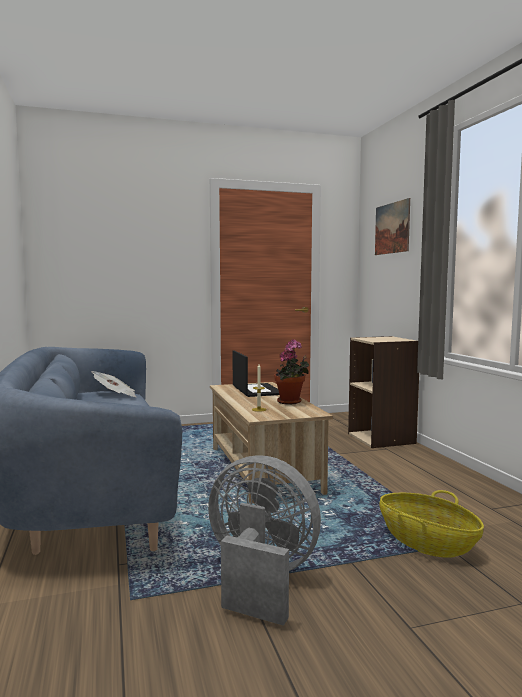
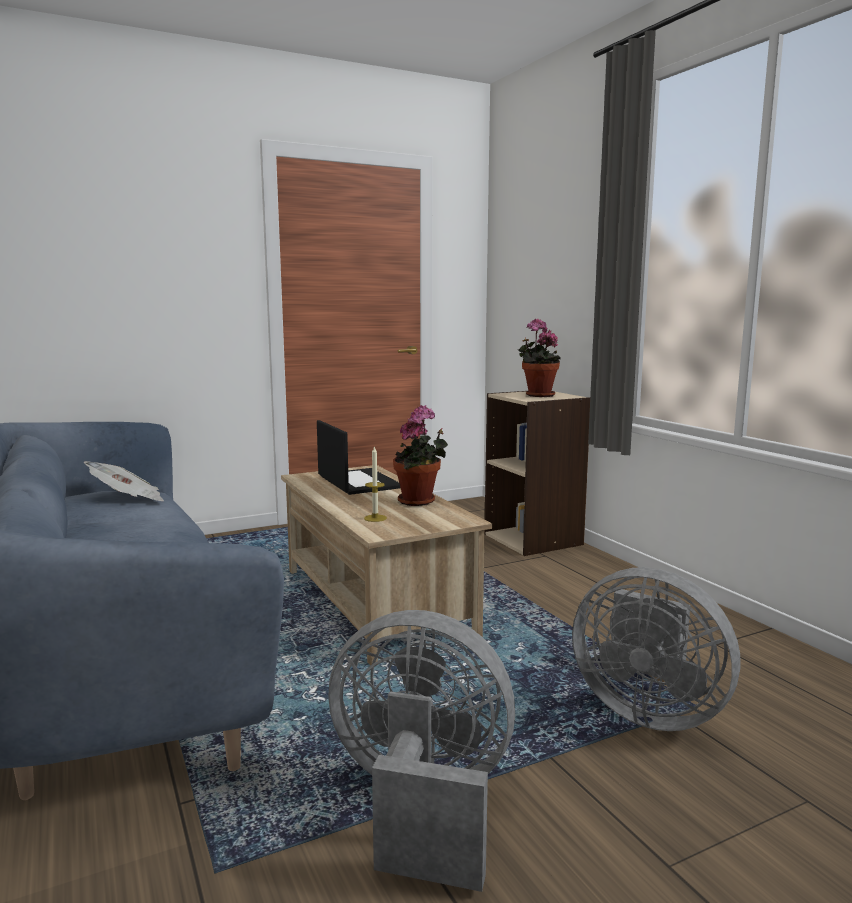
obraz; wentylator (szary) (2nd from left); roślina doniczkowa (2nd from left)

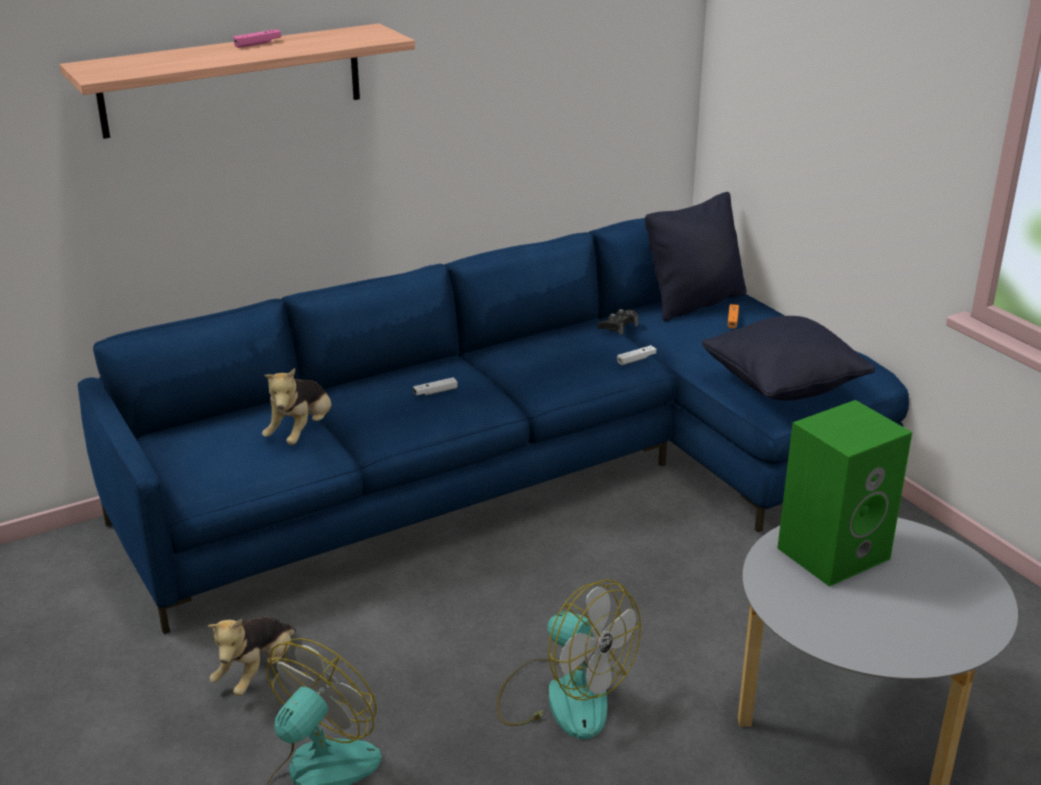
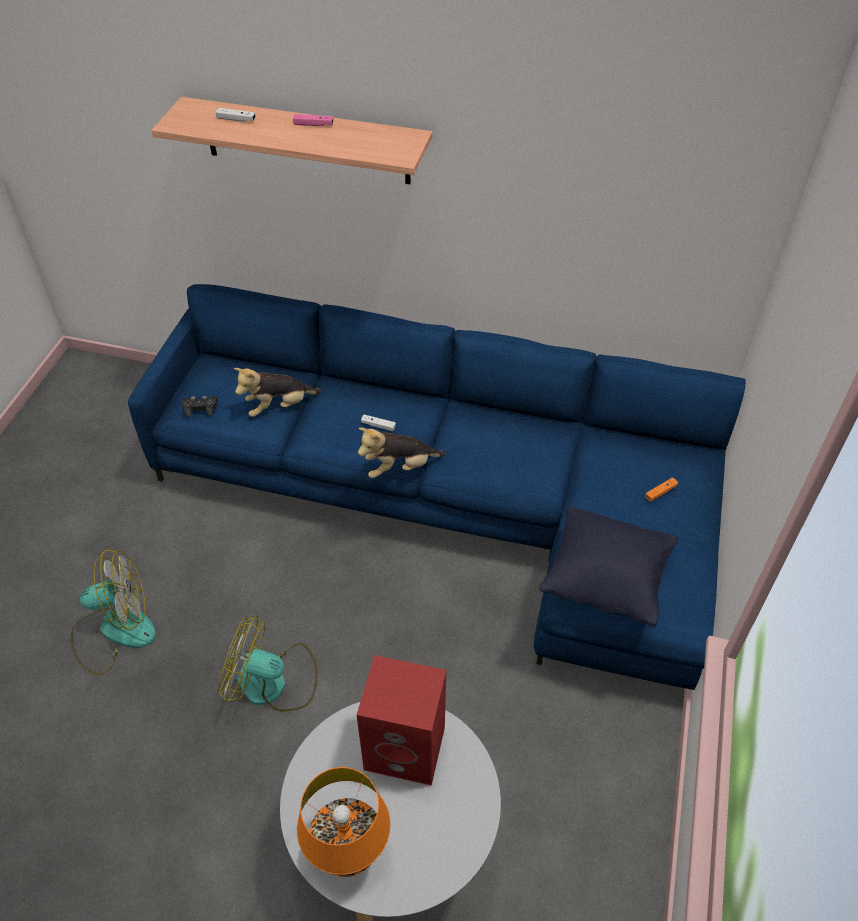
poduszka (czarny) (1st from left in the first image); pad do gier (czarny); pad do gier (biały) (1st from left); głośnik (czerwony); wentylator (2nd from left); pluszak (2nd from left); lampa stołowa (pomarańczowy)

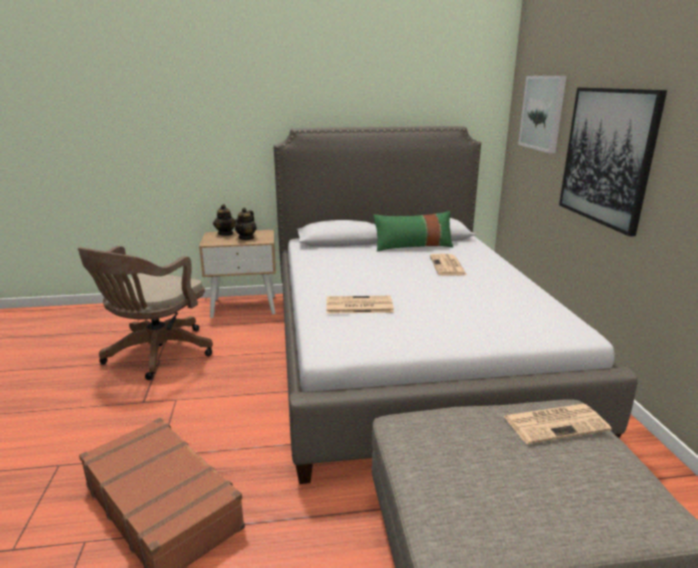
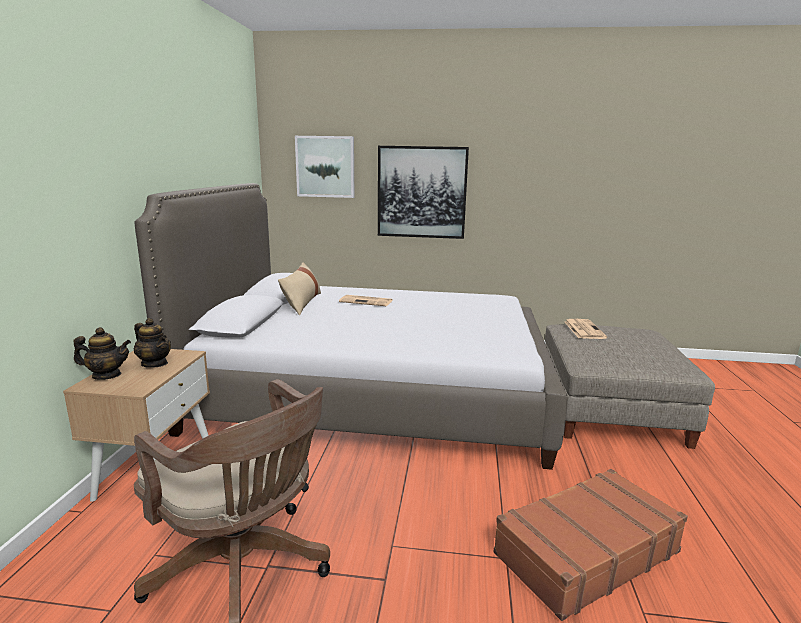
poduszka (beżowy); gazeta (1st from left in the first image)

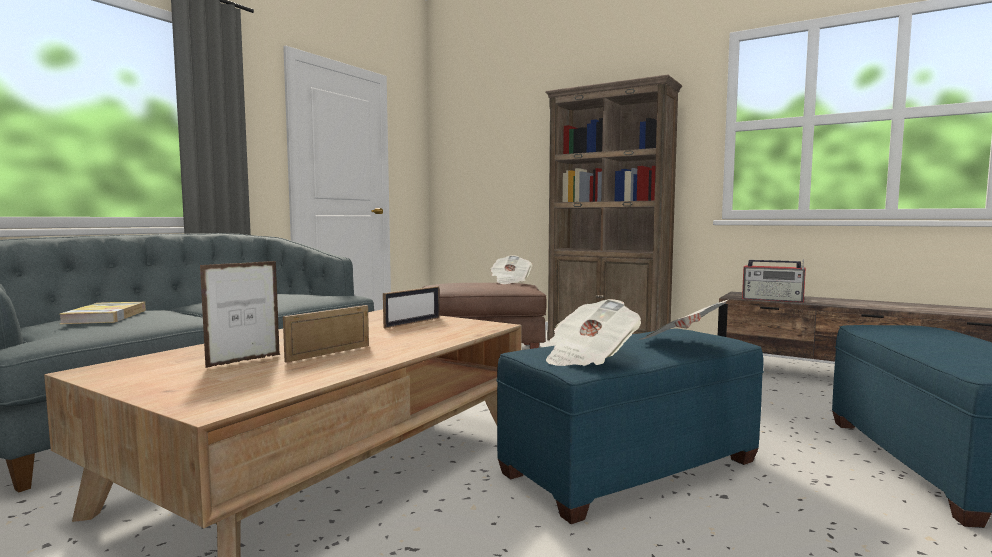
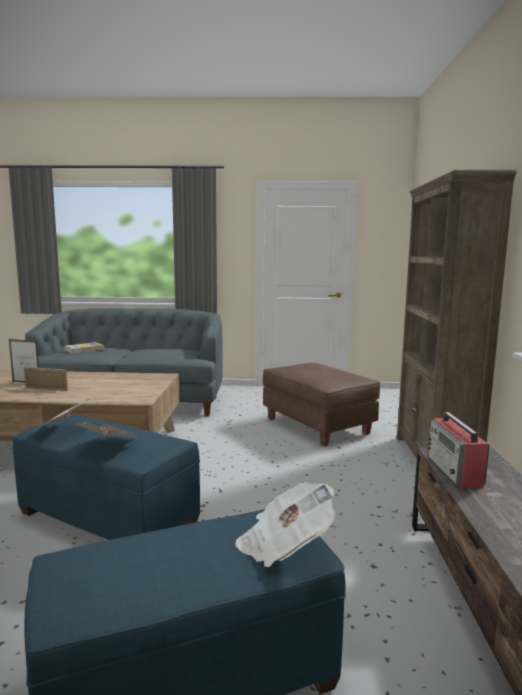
gazeta (3rd from left); ramka na zdjęcie (3rd from left in the first image)

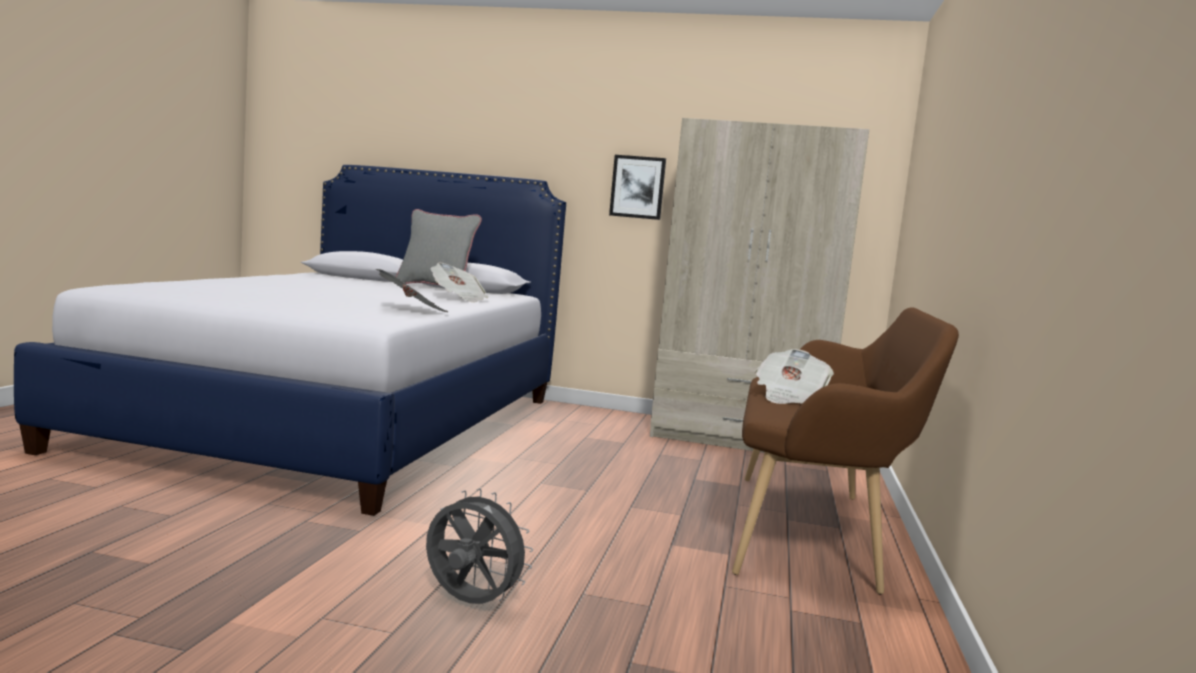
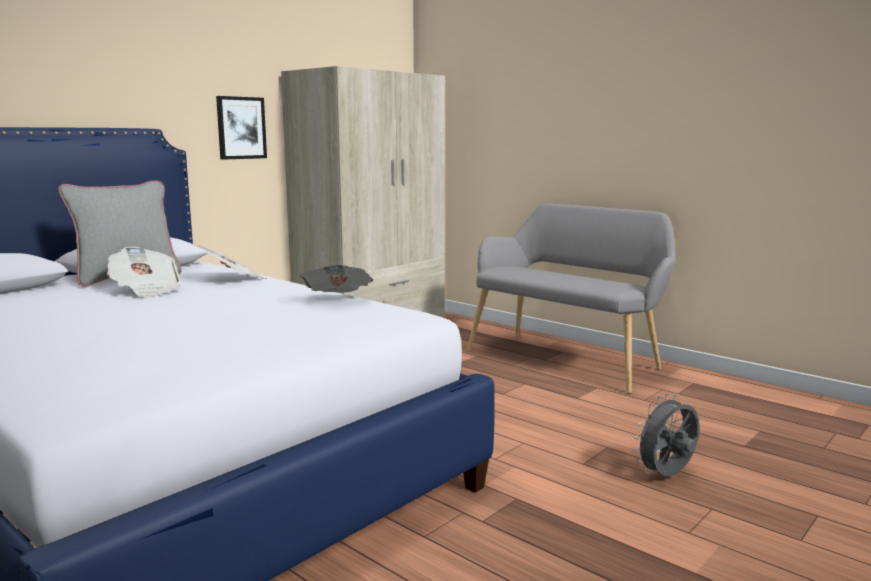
ławka (szary); gazeta (1st from left)

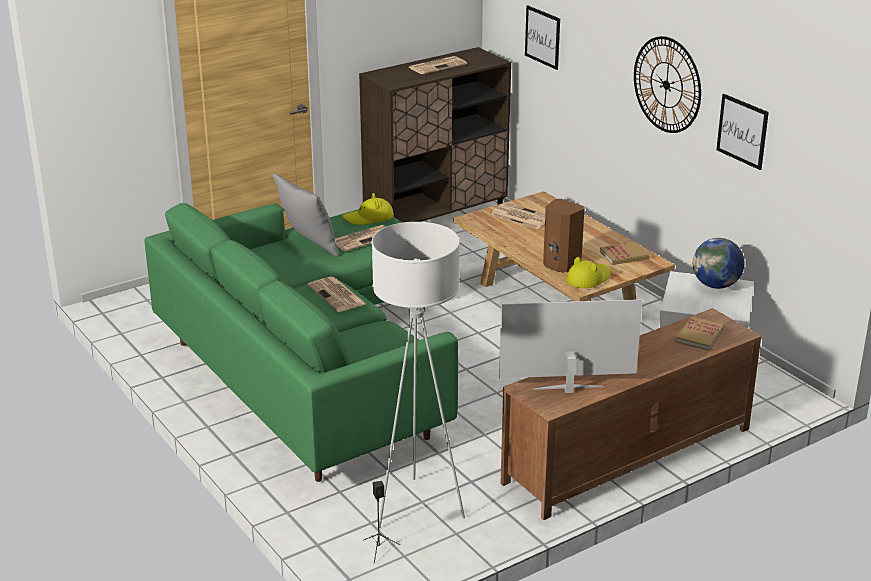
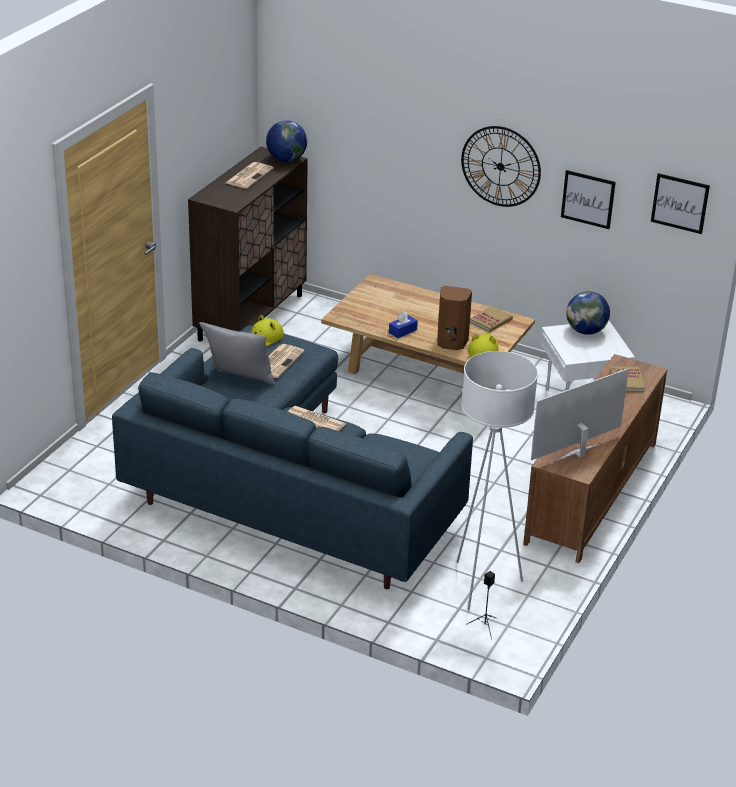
obraz (2nd from left); gazeta (4th from left in the first image); kanapa (niebieski); globus (1st from left); pudełko chusteczek (niebieski)

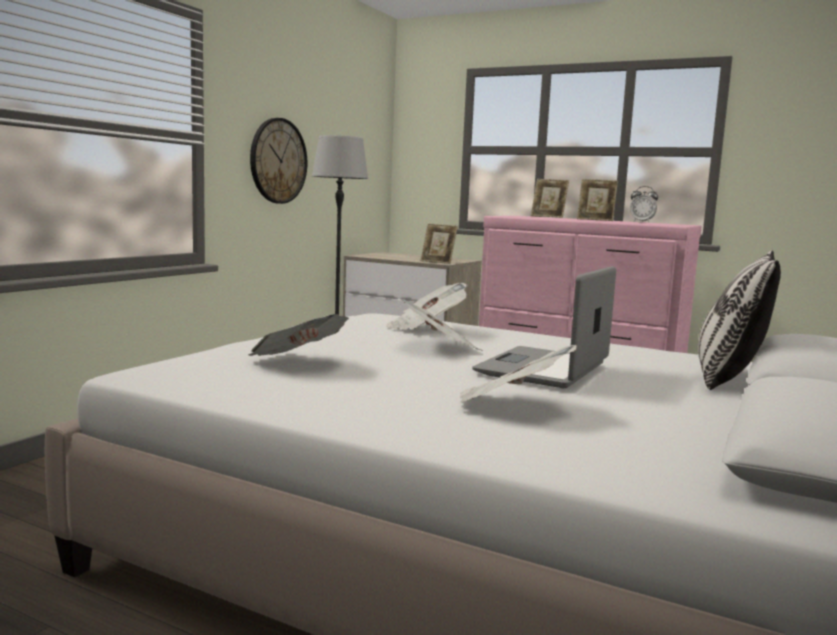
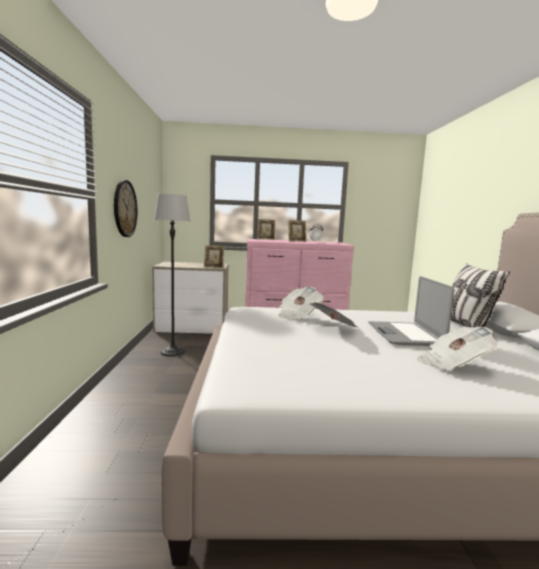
gazeta (1st from left in the first image)

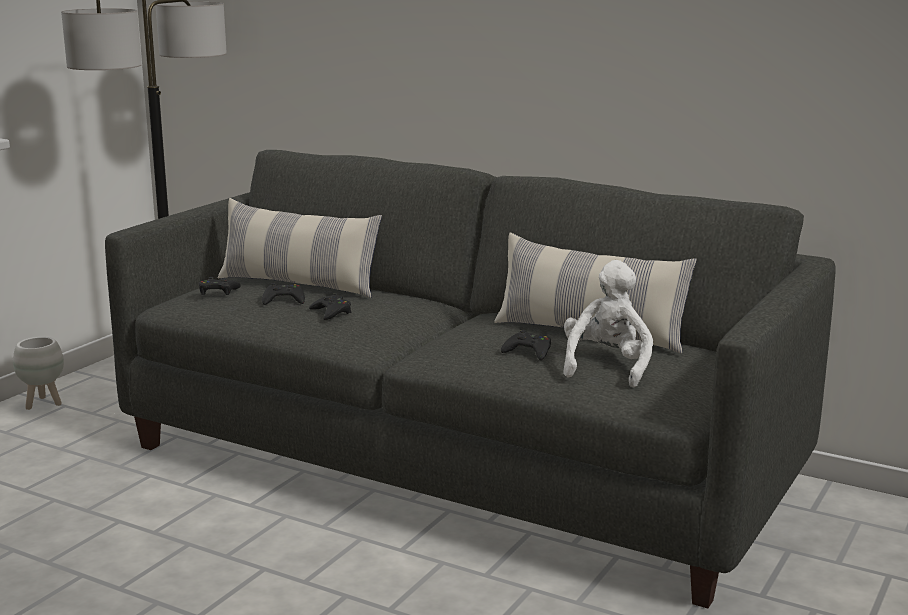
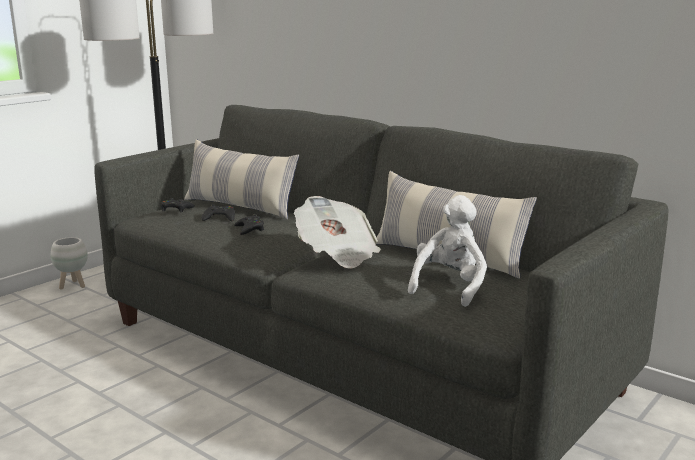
pad do gier (czarny) (4th from left in the first image); gazeta

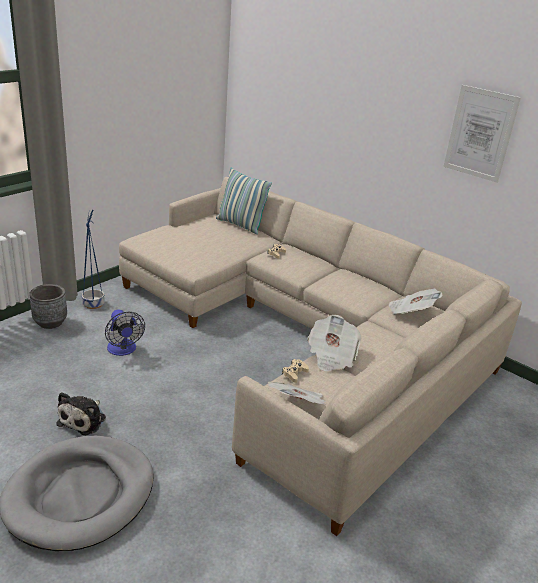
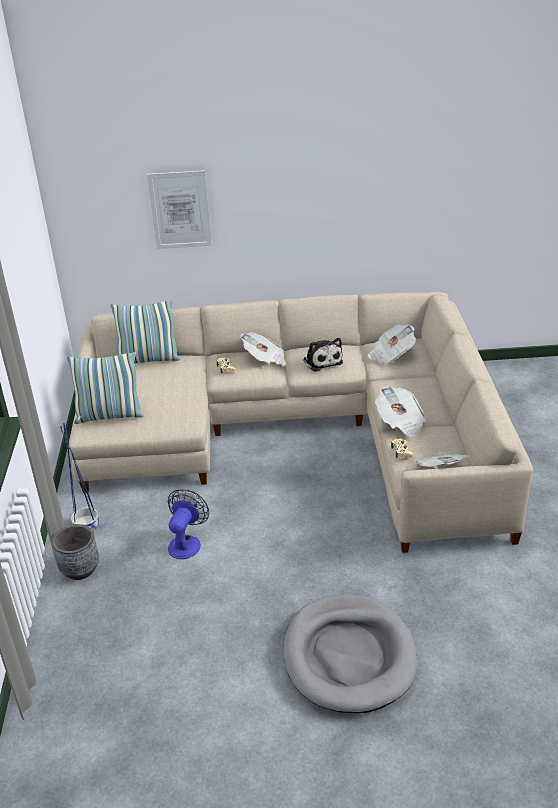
obraz; wentylator; pluszak; gazeta (1st from left); poduszka (1st from left)

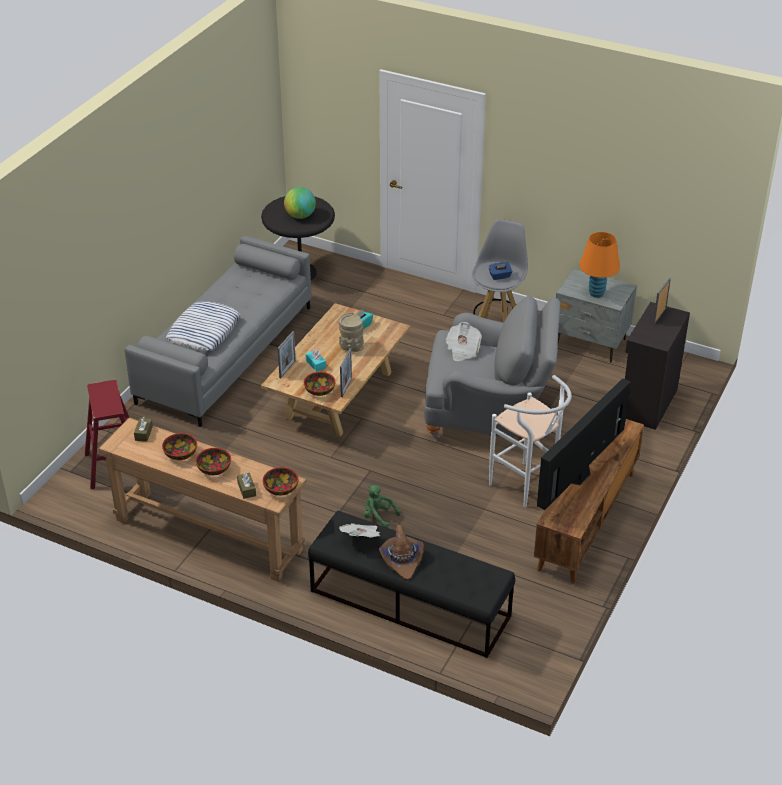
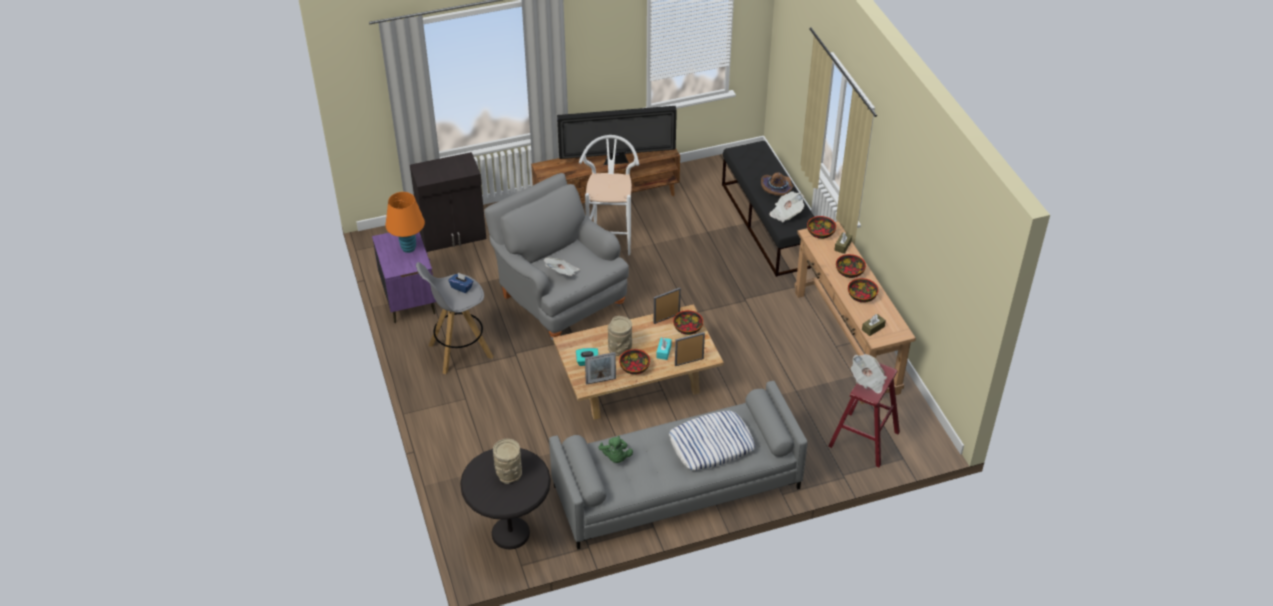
wazon (beżowy) (1st from left); szafka nocna (fioletowy); ramka na zdjęcie (1st from left); pluszak (zielony); miska (1st from left); gazeta (3rd from left)

